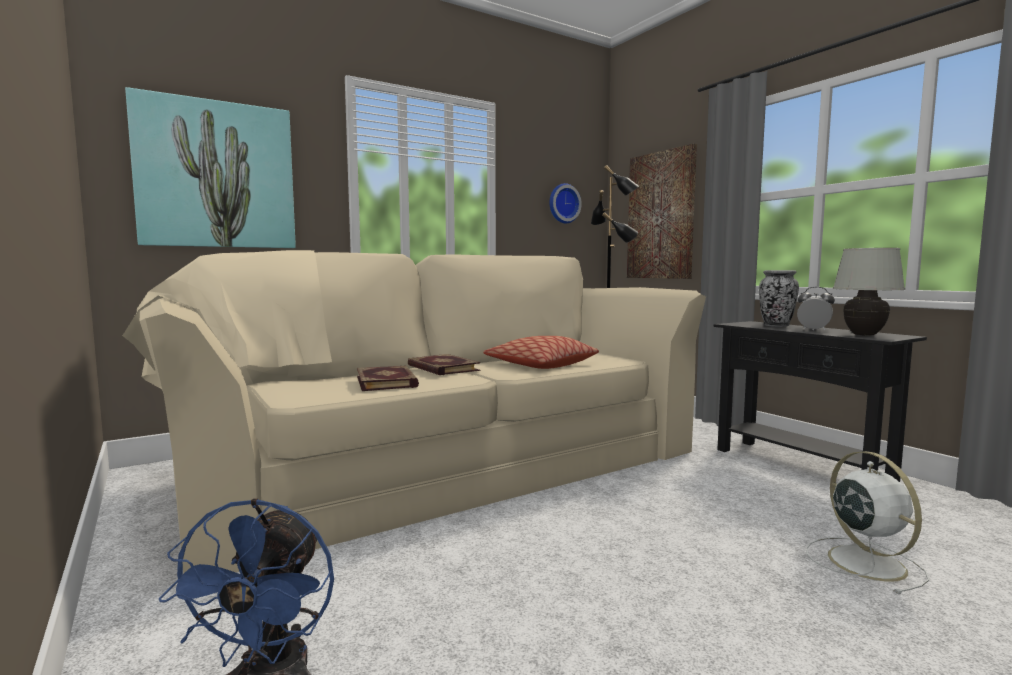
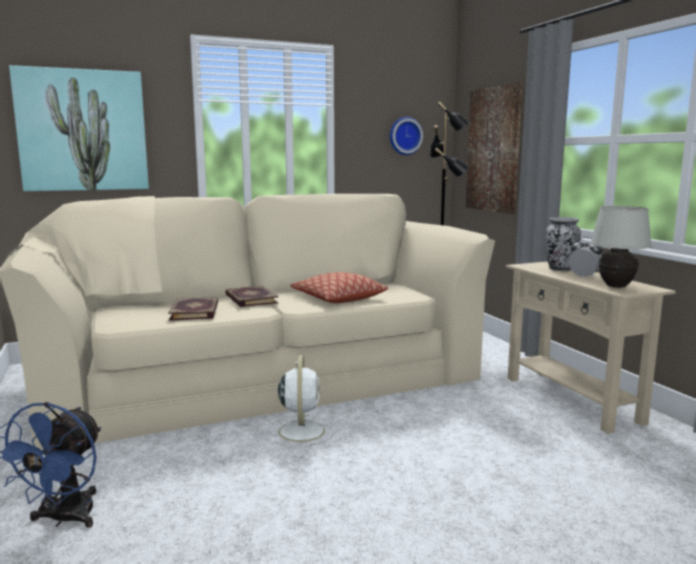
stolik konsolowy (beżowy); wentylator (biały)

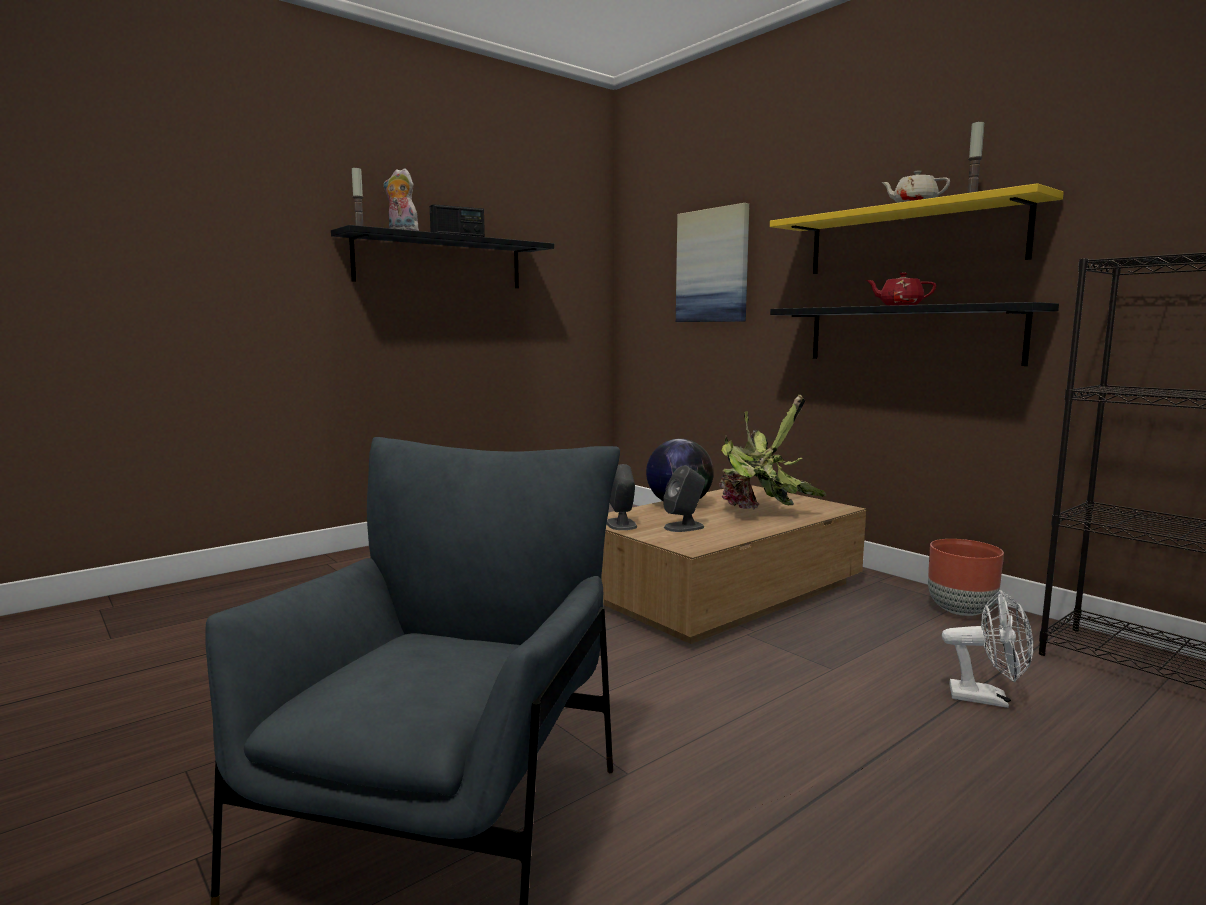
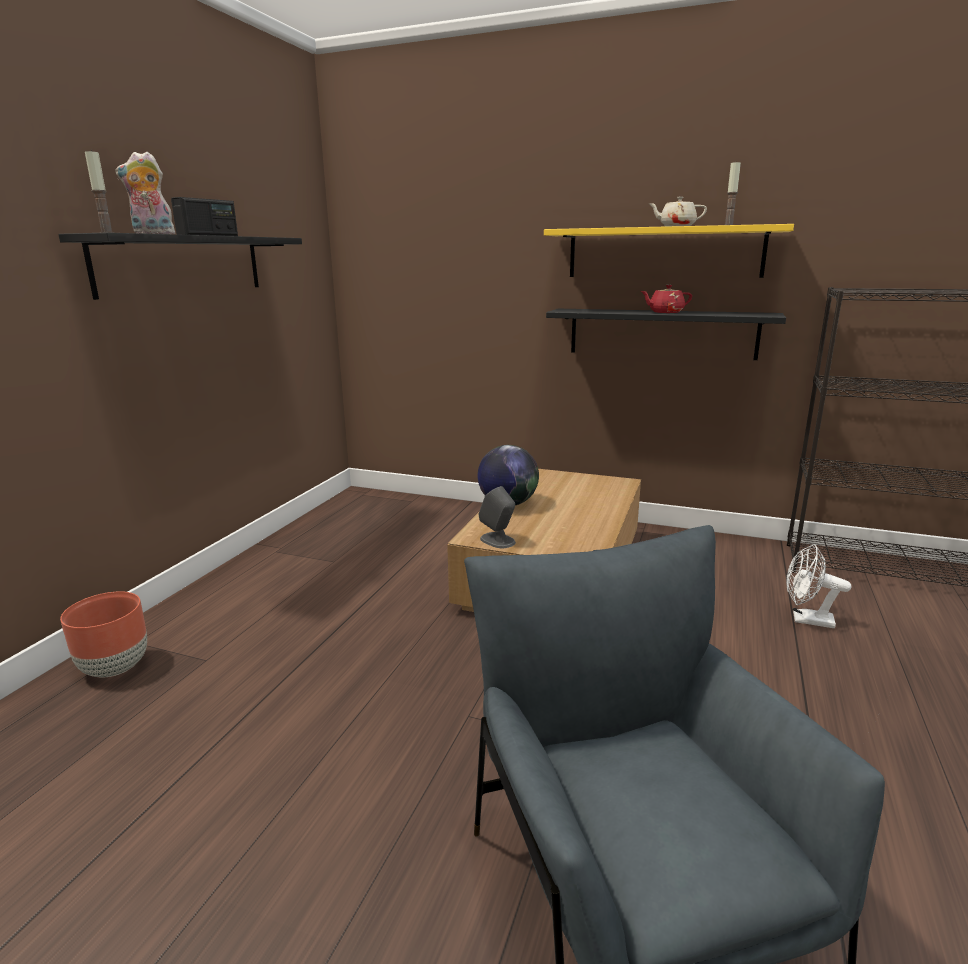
obraz; roślina doniczkowa; głośnik (szary) (2nd from left in the first image); donica (brązowy); wentylator (biały)

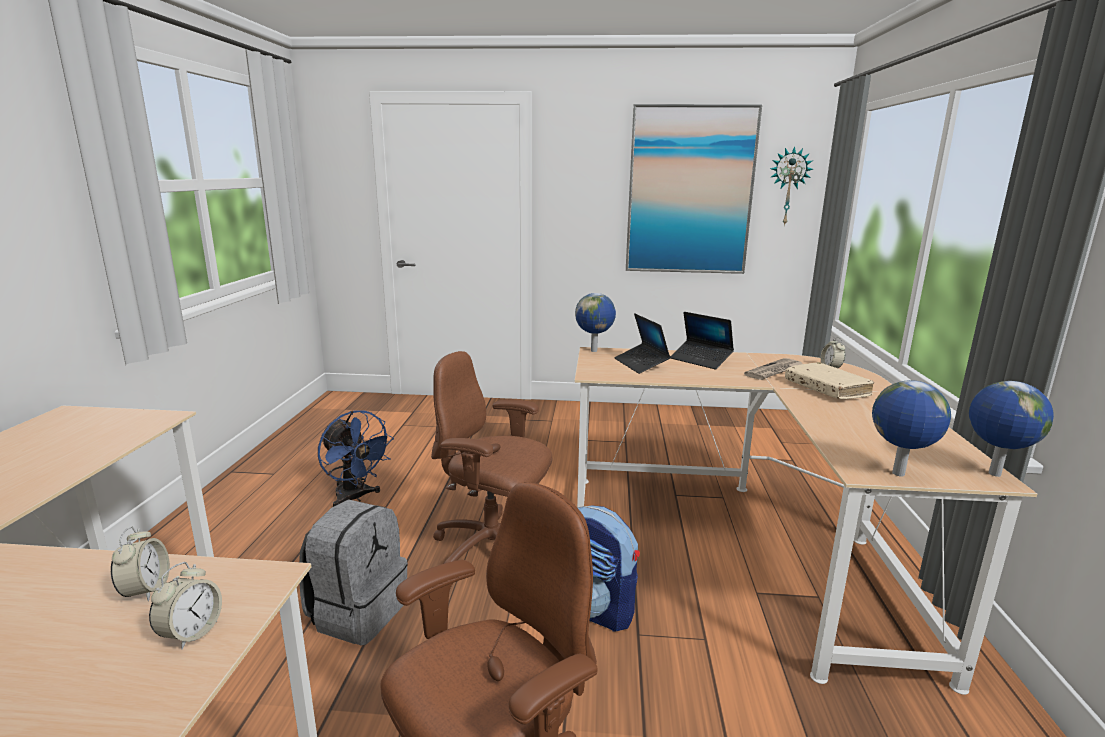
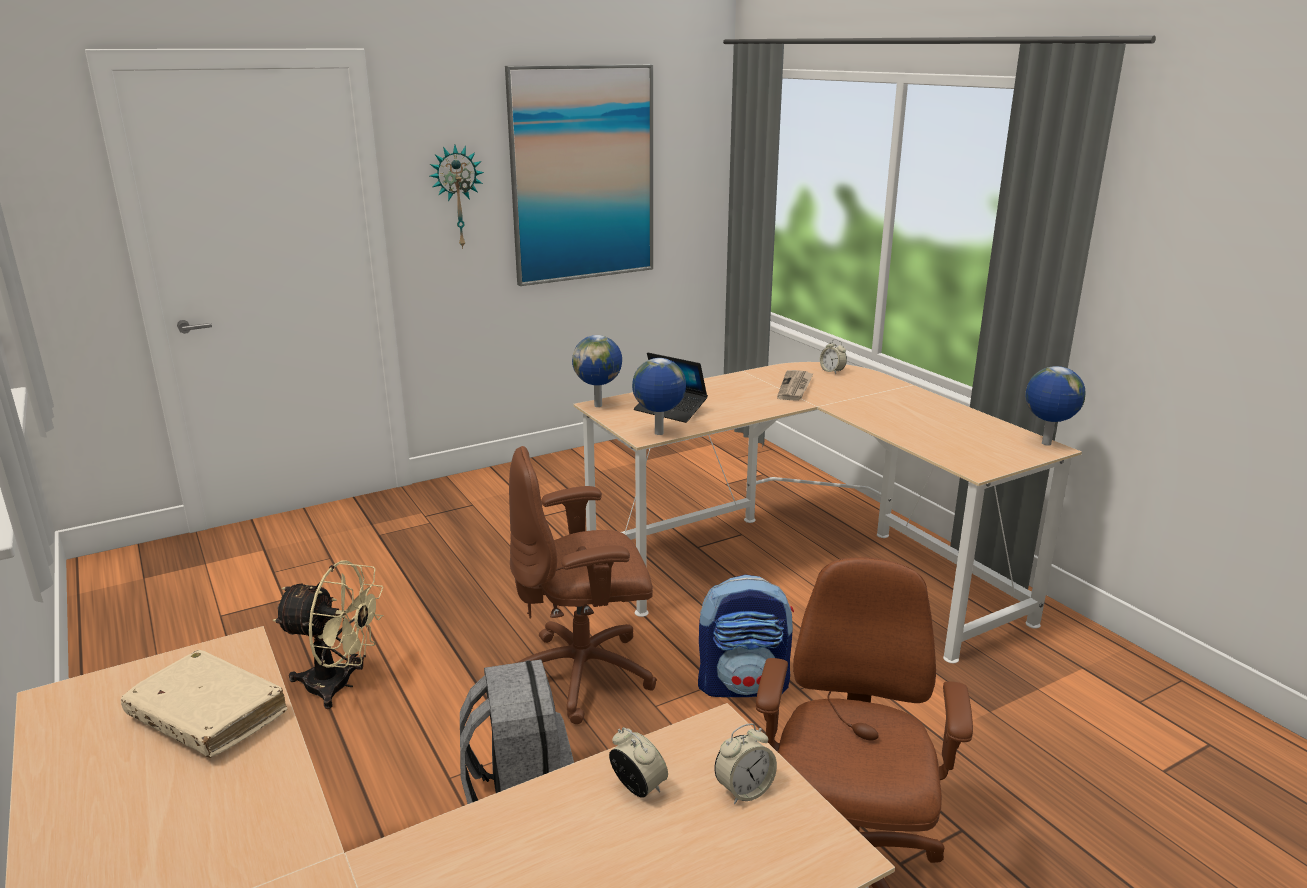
zegar ścienny; laptop (2nd from left in the first image); książka (beżowy); globus (2nd from left); wentylator (beżowy); budzik (2nd from left)

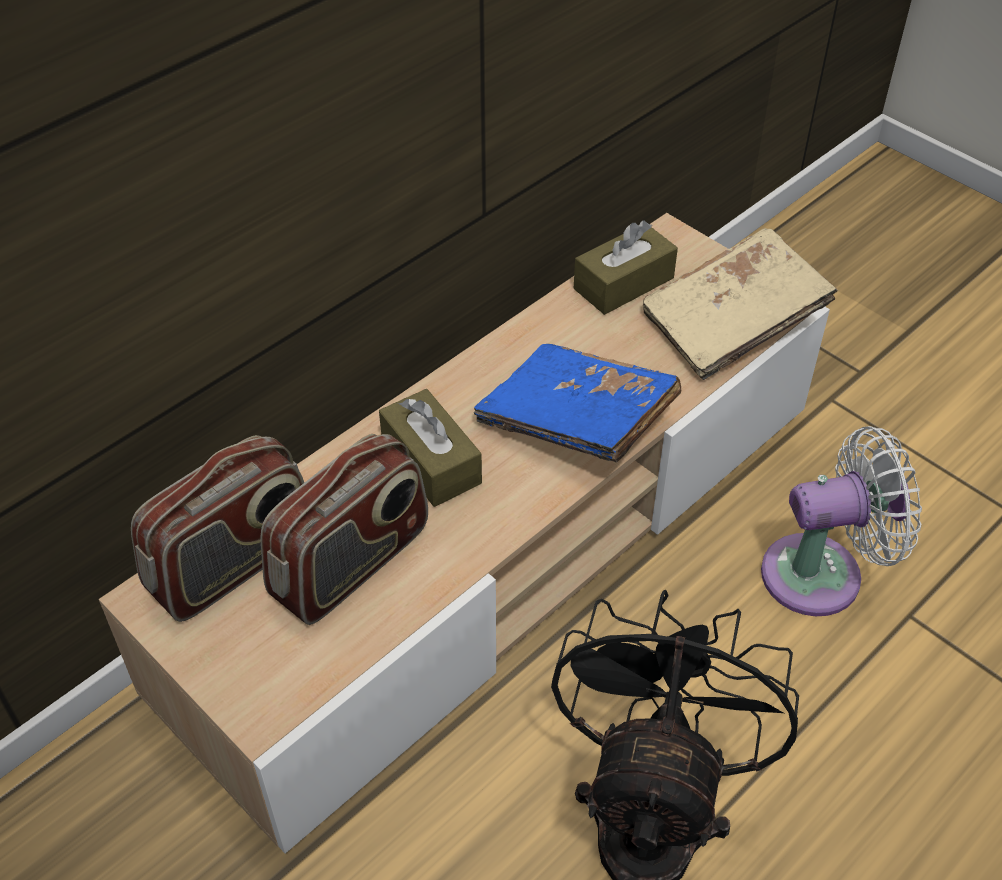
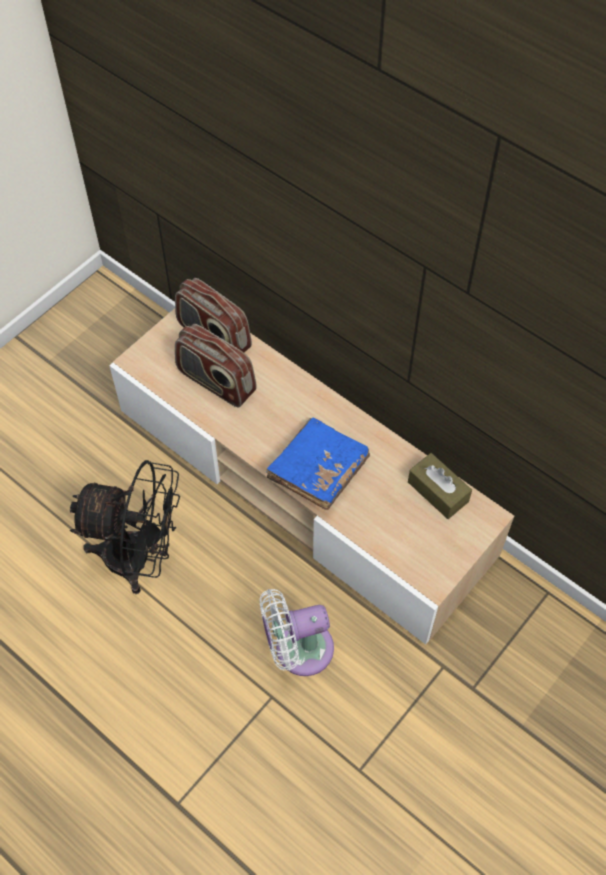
książka (beżowy); pudełko chusteczek (brązowy) (1st from left in the first image); wentylator (biały)

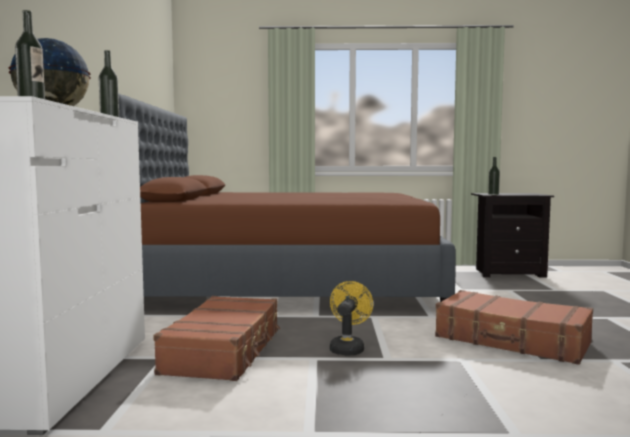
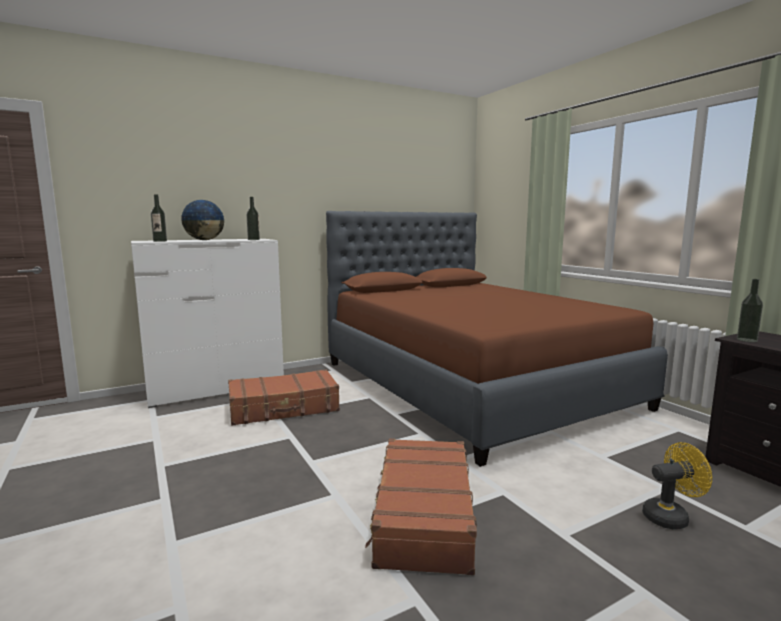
wentylator (żółty)

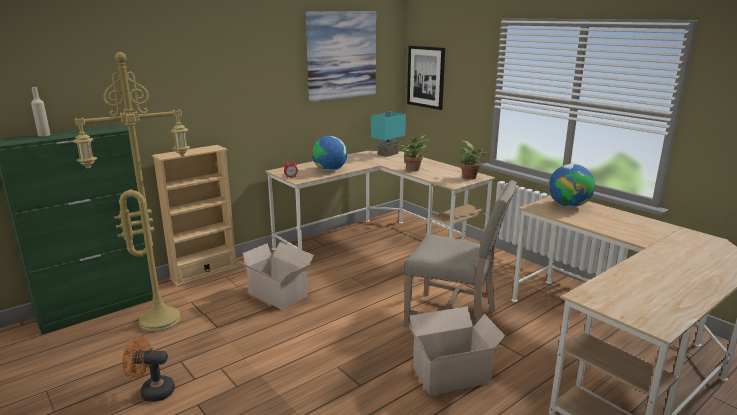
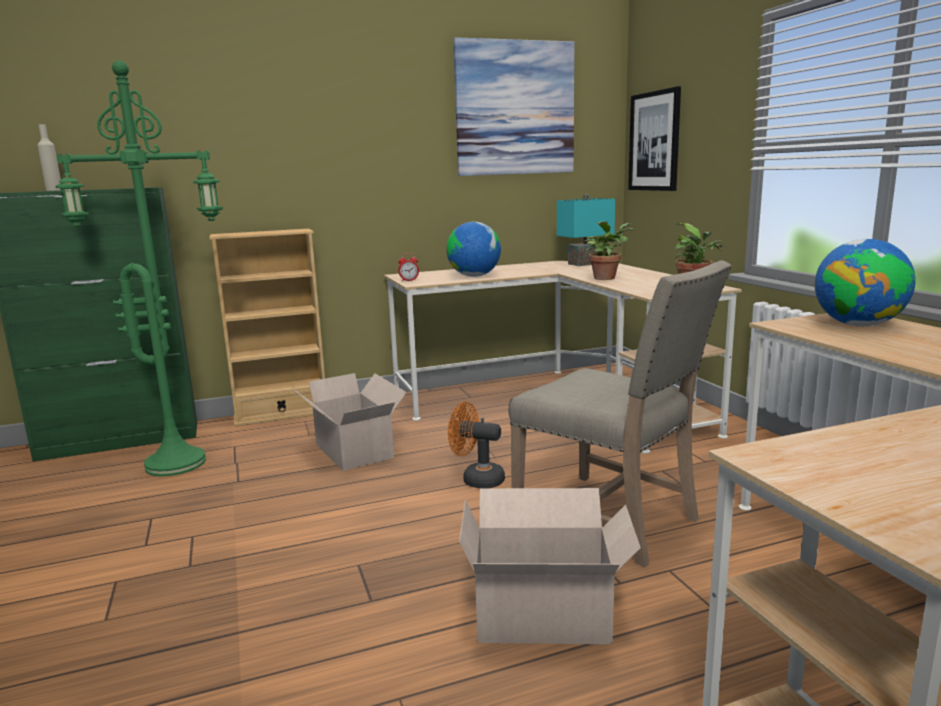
lampa stojąca (zielony); wentylator (pomarańczowy)

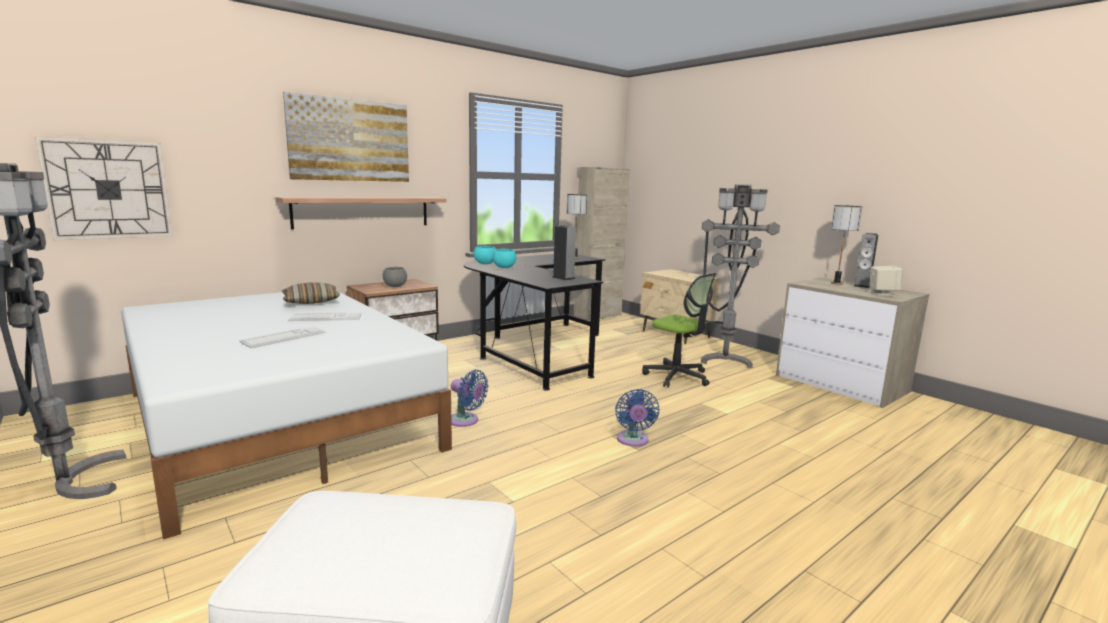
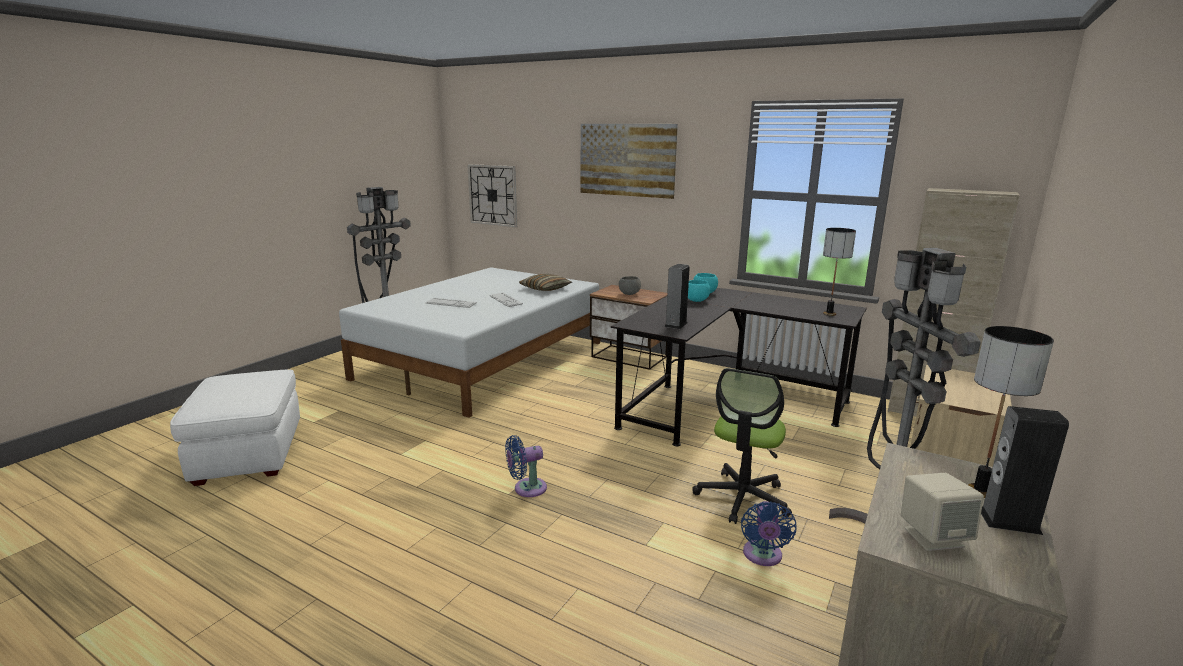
półka; wentylator (niebieski) (2nd from left)

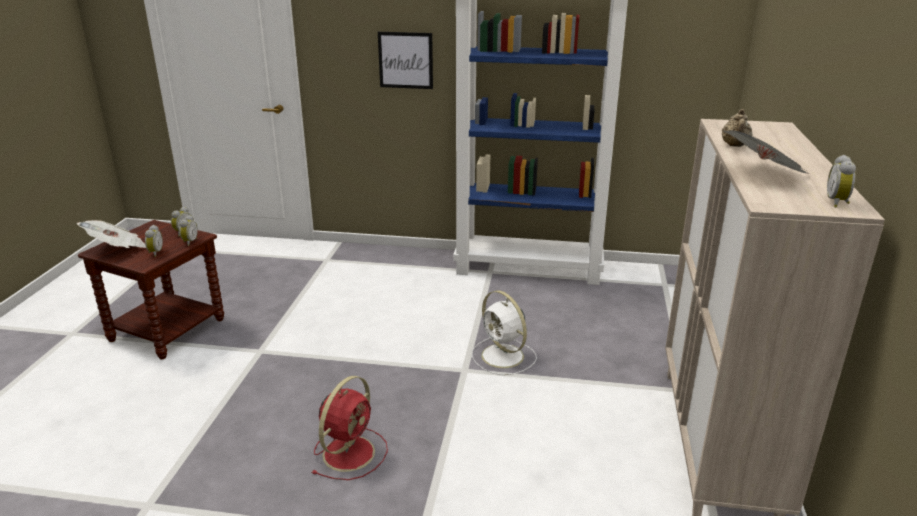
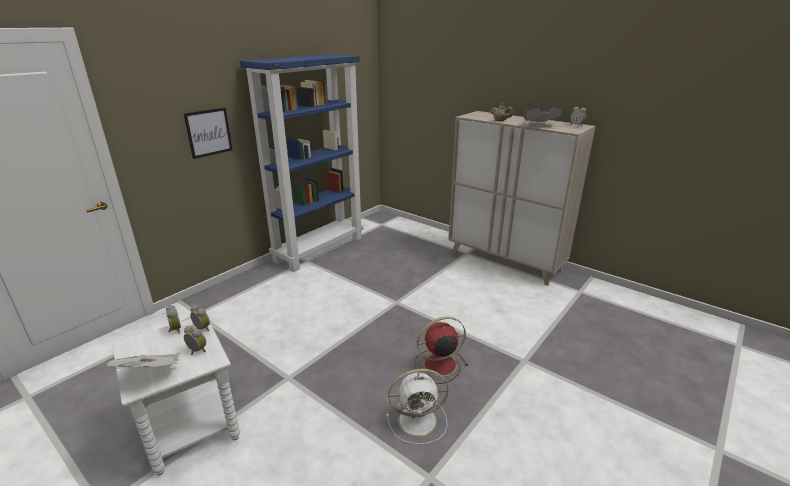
stolik (biały); wentylator (biały); wentylator (czerwony)

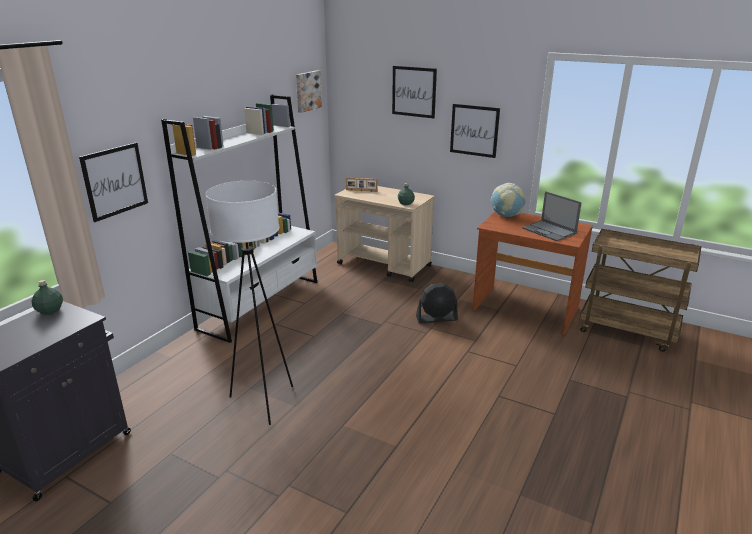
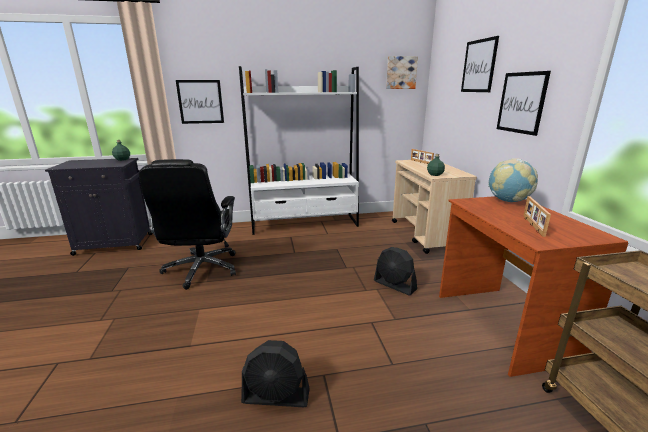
krzesło biurowe (czarny); ramka na zdjęcie (2nd from left); wentylator (czarny) (1st from left)

